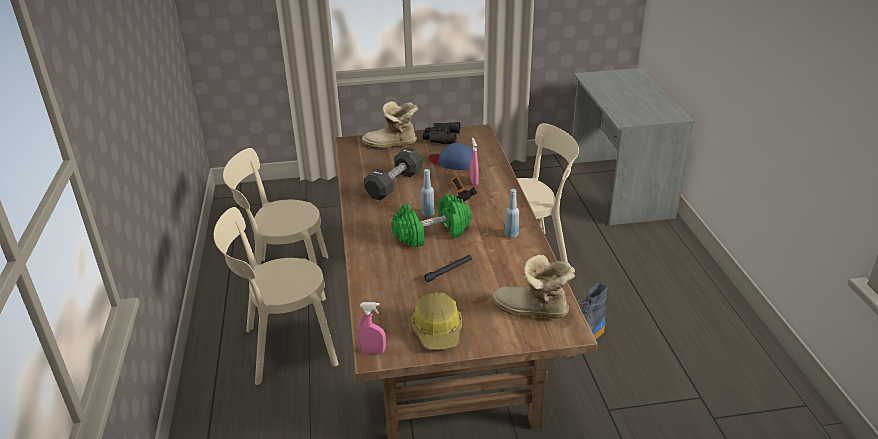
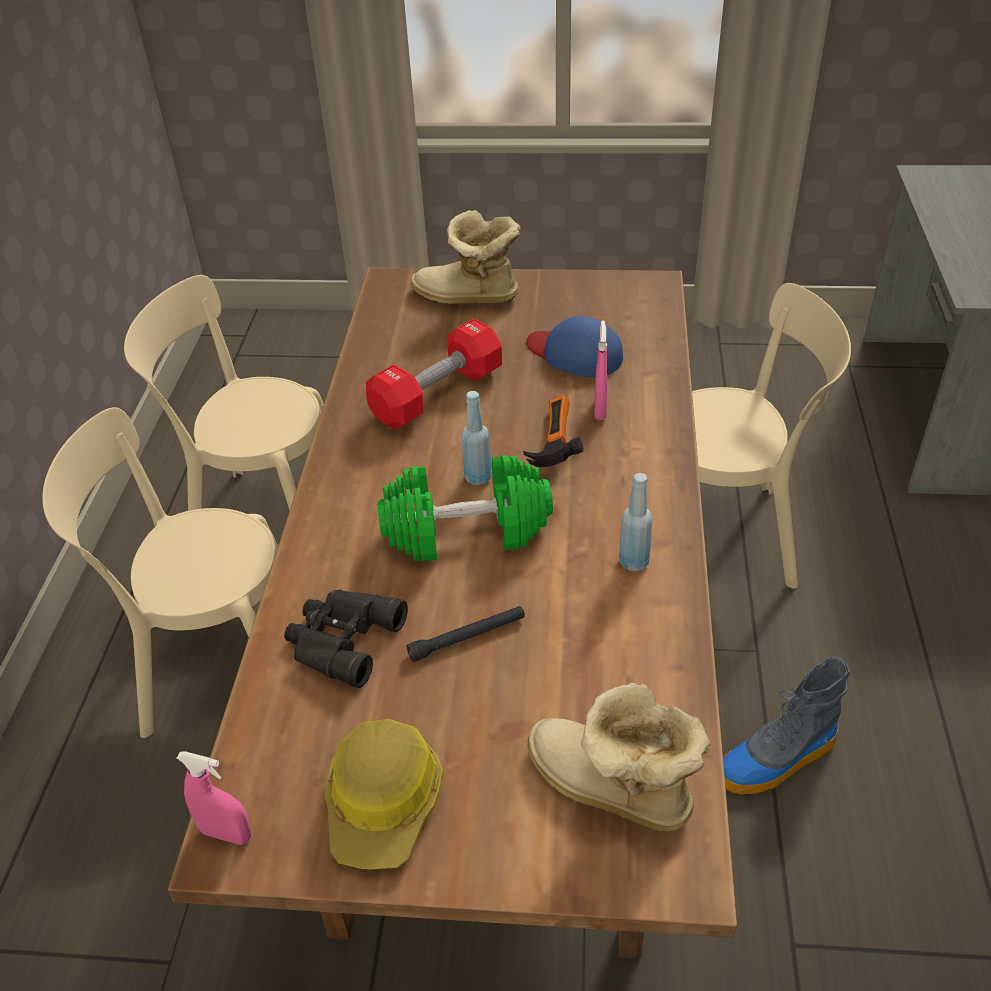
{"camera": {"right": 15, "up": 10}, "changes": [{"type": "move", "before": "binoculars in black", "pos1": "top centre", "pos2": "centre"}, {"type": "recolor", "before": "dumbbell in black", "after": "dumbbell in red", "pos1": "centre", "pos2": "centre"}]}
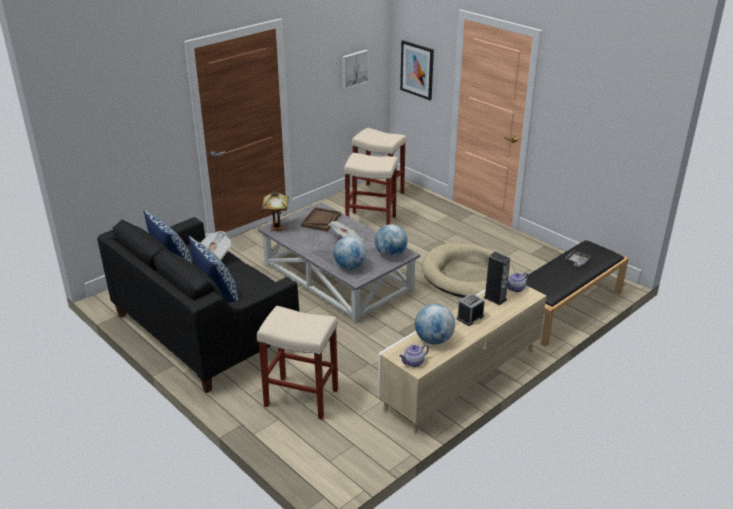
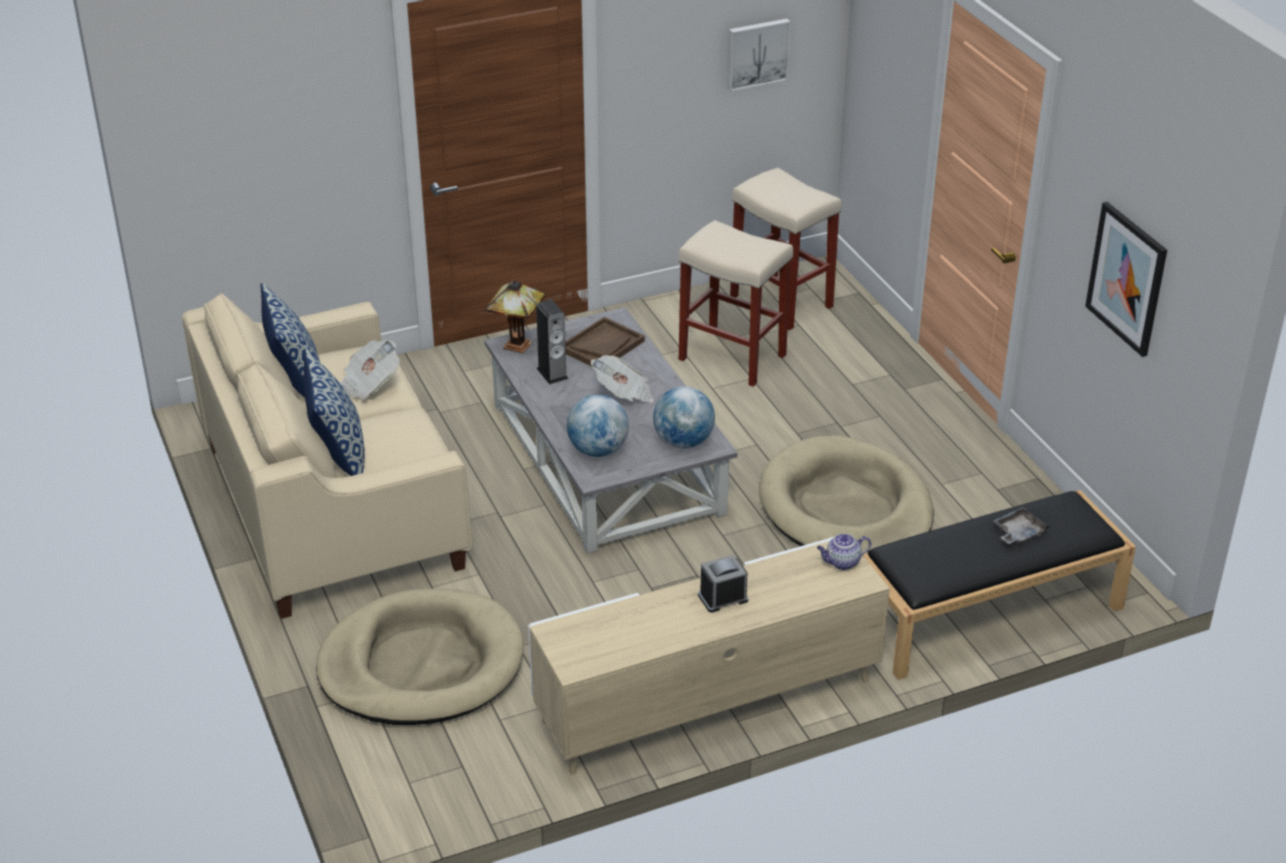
{"camera": {"right": 20, "up": 5}, "changes": [{"type": "recolor", "before": "sofa in black", "after": "sofa in beige", "pos1": "middle left", "pos2": "middle left"}, {"type": "replace", "before": "stool in beige (1st from left)", "after": "dog bed in beige (1st from left)", "pos1": "bottom centre", "pos2": "bottom left"}, {"type": "move", "before": "speaker", "pos1": "middle right", "pos2": "centre"}, {"type": "move", "before": "picture (2nd from left)", "pos1": "top centre", "pos2": "top right"}, {"type": "delete", "before": "teapot (1st from left)", "pos1": "bottom centre"}, {"type": "delete", "before": "globe (3rd from left)", "pos1": "centre"}]}
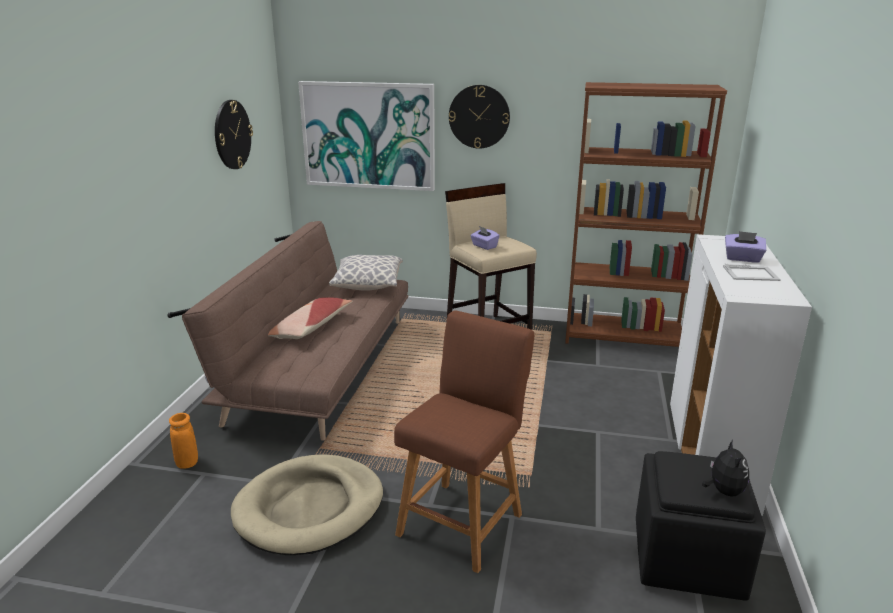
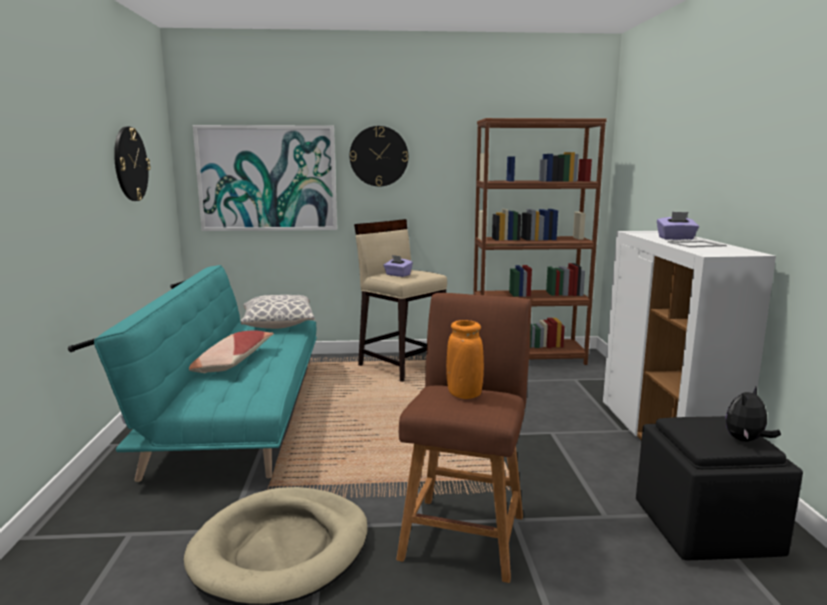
{"camera": {"right": -15, "up": -10}, "changes": [{"type": "recolor", "before": "sofa in brown", "after": "sofa in turquoise", "pos1": "middle left", "pos2": "middle left"}, {"type": "move", "before": "vase in orange", "pos1": "bottom left", "pos2": "centre"}, {"type": "rotate", "before": "plush toy", "pos1": "bottom right", "pos2": "bottom right", "turn": -120}]}
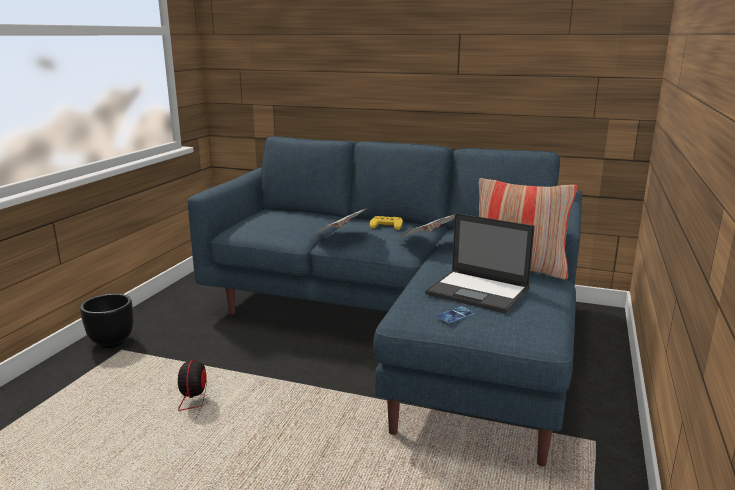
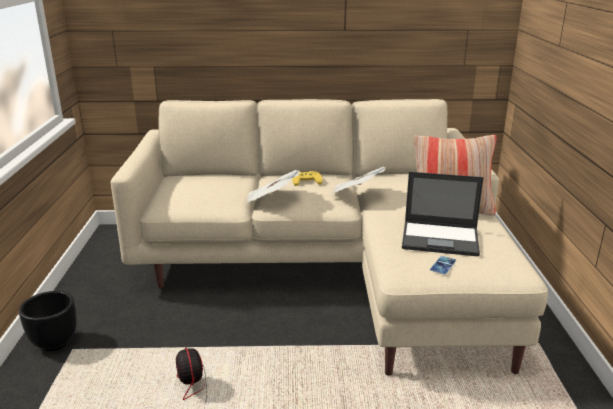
{"camera": {"right": -20, "up": 5}, "changes": [{"type": "recolor", "before": "sofa in blue", "after": "sofa in beige", "pos1": "centre", "pos2": "centre"}]}
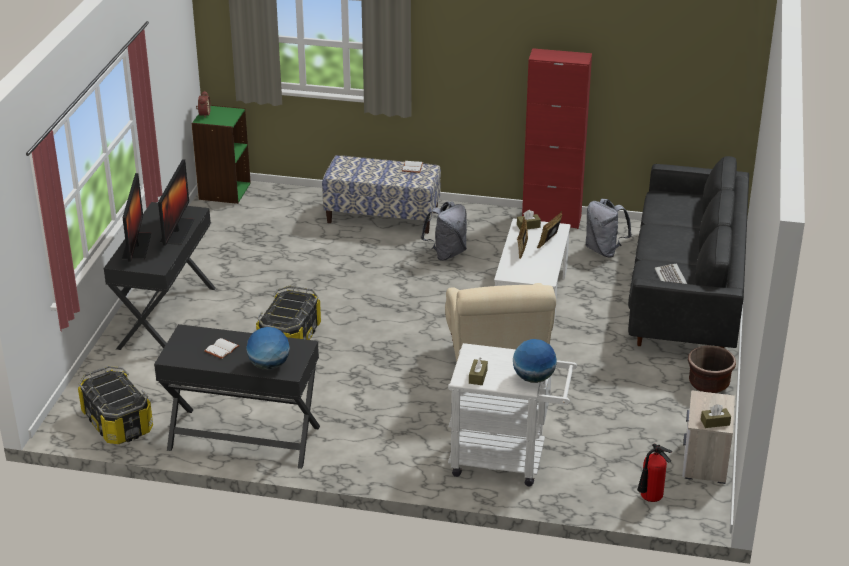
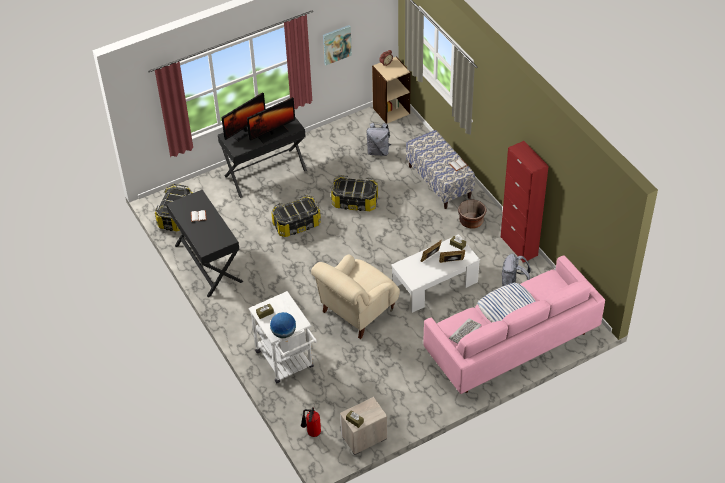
{"camera": {"right": 50, "up": 15}, "changes": [{"type": "insert", "after": "picture", "pos2": "top centre"}, {"type": "insert", "after": "storage box (3rd from left)", "pos2": "centre"}, {"type": "move", "before": "backpack in grey (1st from left)", "pos1": "centre", "pos2": "top centre"}, {"type": "recolor", "before": "bookcase in green", "after": "bookcase in beige", "pos1": "top left", "pos2": "top centre"}, {"type": "recolor", "before": "sofa in black", "after": "sofa in pink", "pos1": "middle right", "pos2": "bottom right"}, {"type": "move", "before": "planter in brown", "pos1": "middle right", "pos2": "centre"}, {"type": "insert", "after": "pillow", "pos2": "middle right"}, {"type": "delete", "before": "globe (1st from left)", "pos1": "middle left"}]}
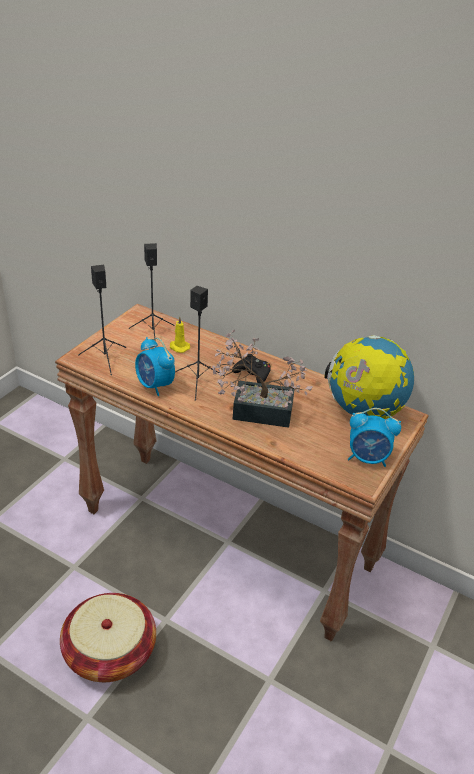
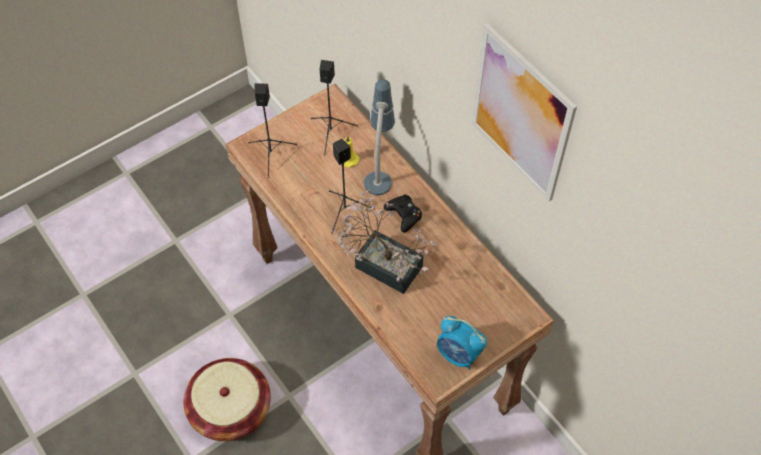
{"camera": {"right": 25, "up": 20}, "changes": [{"type": "insert", "after": "table lamp", "pos2": "top centre"}, {"type": "insert", "after": "picture", "pos2": "top right"}, {"type": "delete", "before": "alarm clock (1st from left)", "pos1": "middle left"}, {"type": "delete", "before": "globe", "pos1": "middle right"}]}
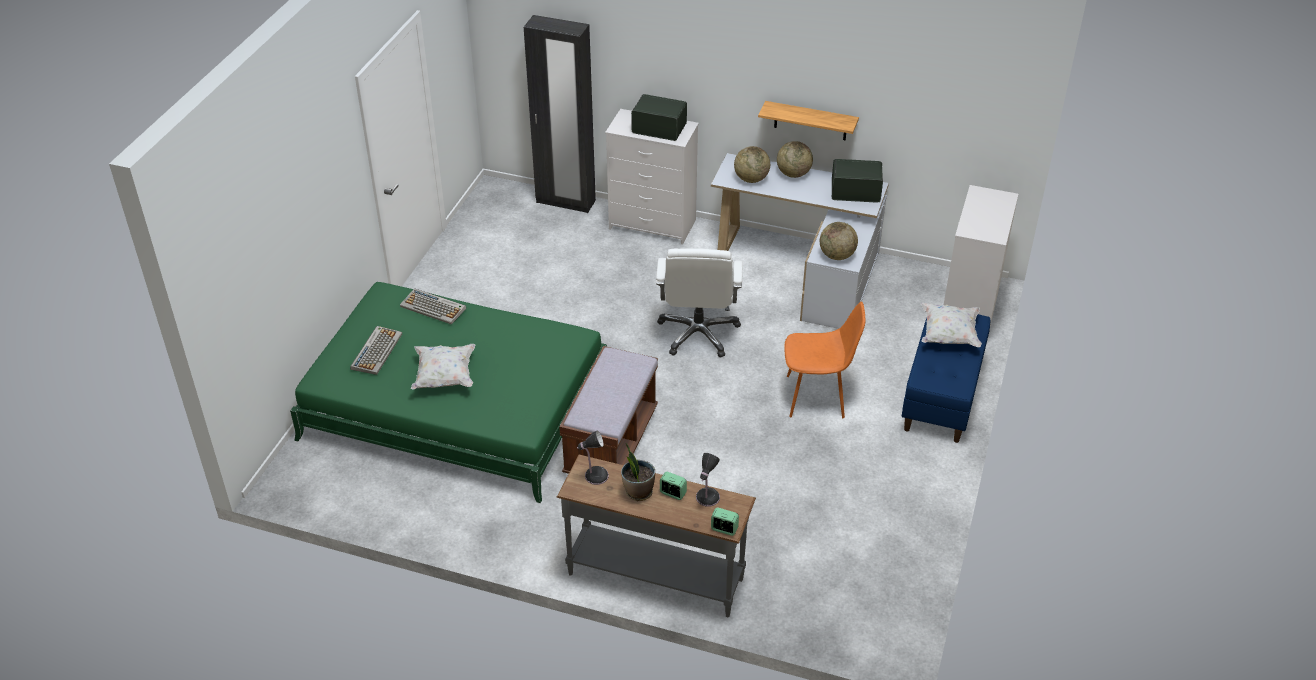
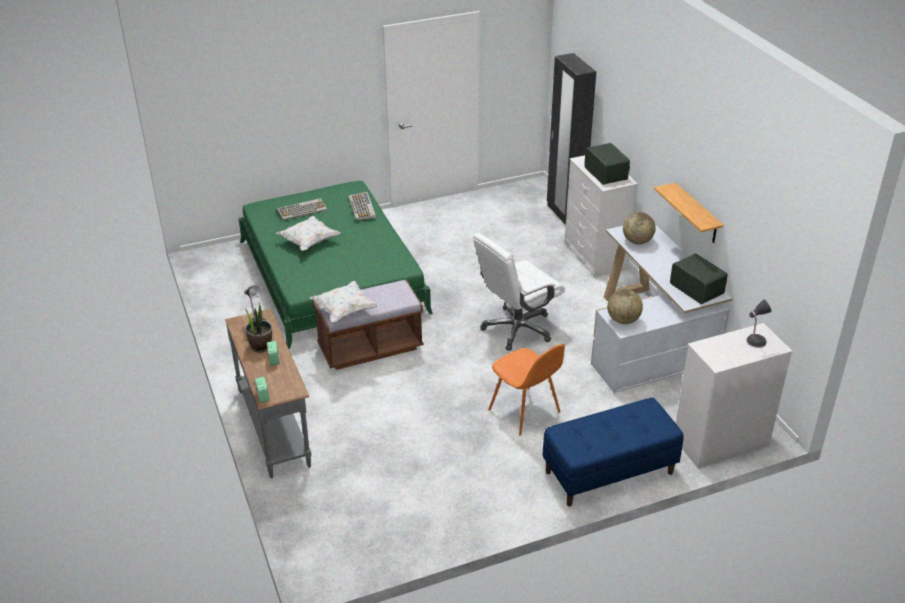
{"camera": {"right": 50, "up": -5}, "changes": [{"type": "move", "before": "pillow in white (2nd from left)", "pos1": "middle right", "pos2": "centre"}, {"type": "move", "before": "table lamp (2nd from left)", "pos1": "bottom centre", "pos2": "middle right"}, {"type": "delete", "before": "globe (2nd from left)", "pos1": "top centre"}]}
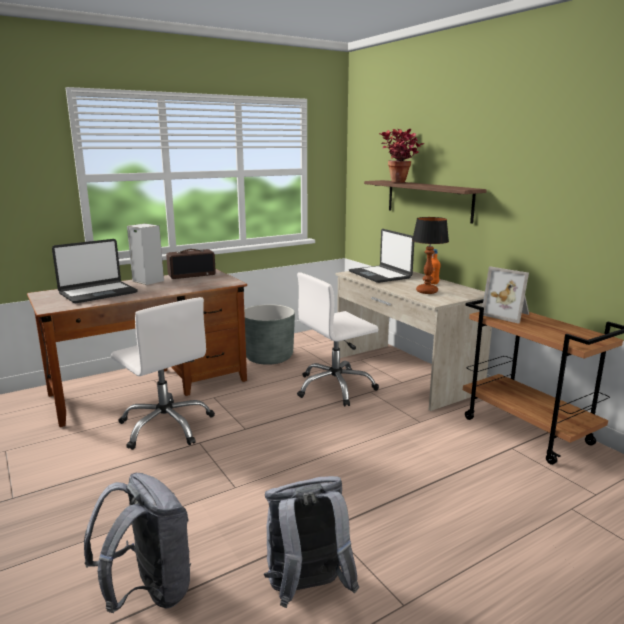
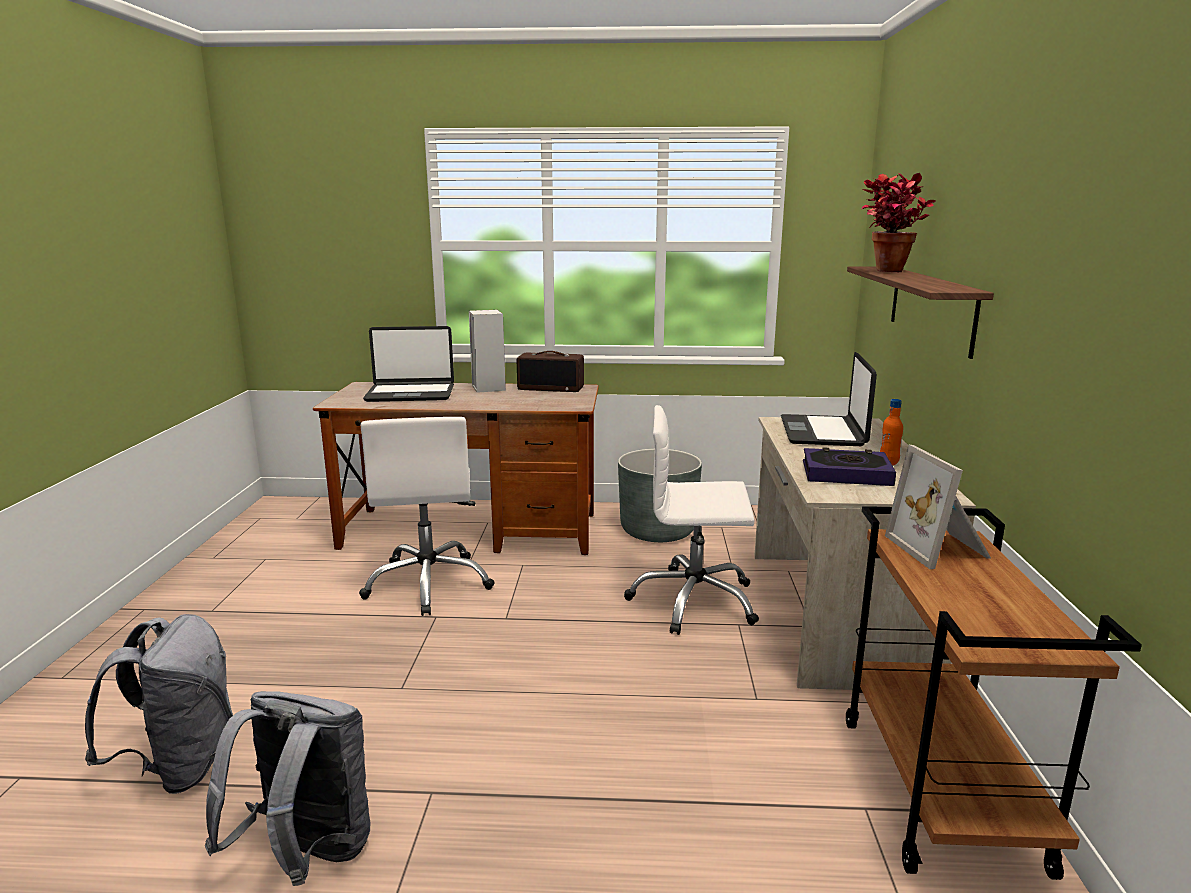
{"camera": {"right": 35, "up": 0}, "changes": [{"type": "replace", "before": "table lamp", "after": "book", "pos1": "middle right", "pos2": "middle right"}]}
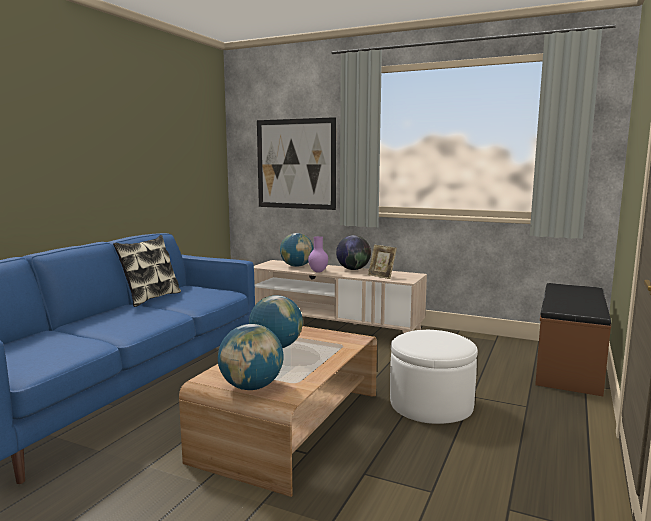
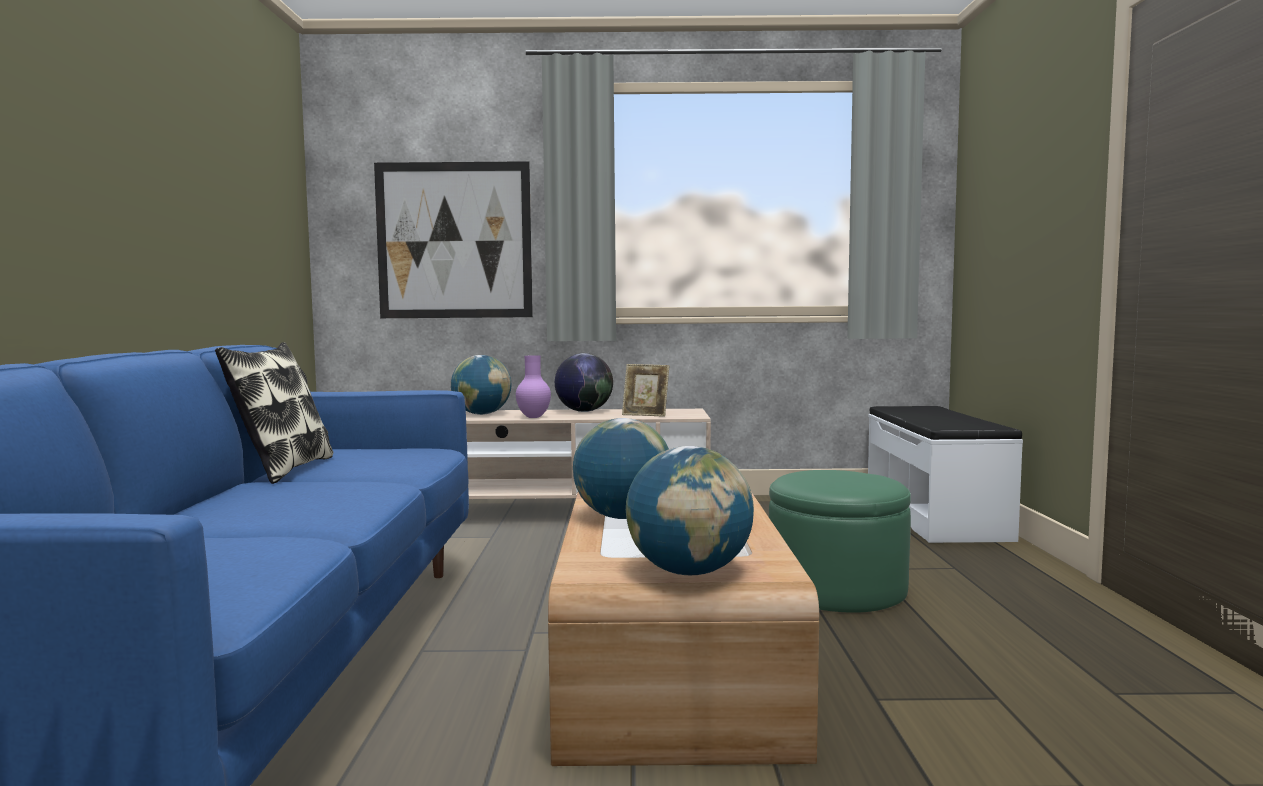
{"camera": {"right": -25, "up": -5}, "changes": [{"type": "recolor", "before": "ottoman in white", "after": "ottoman in green", "pos1": "bottom right", "pos2": "bottom centre"}, {"type": "recolor", "before": "bench in brown", "after": "bench in white", "pos1": "middle right", "pos2": "middle right"}]}
